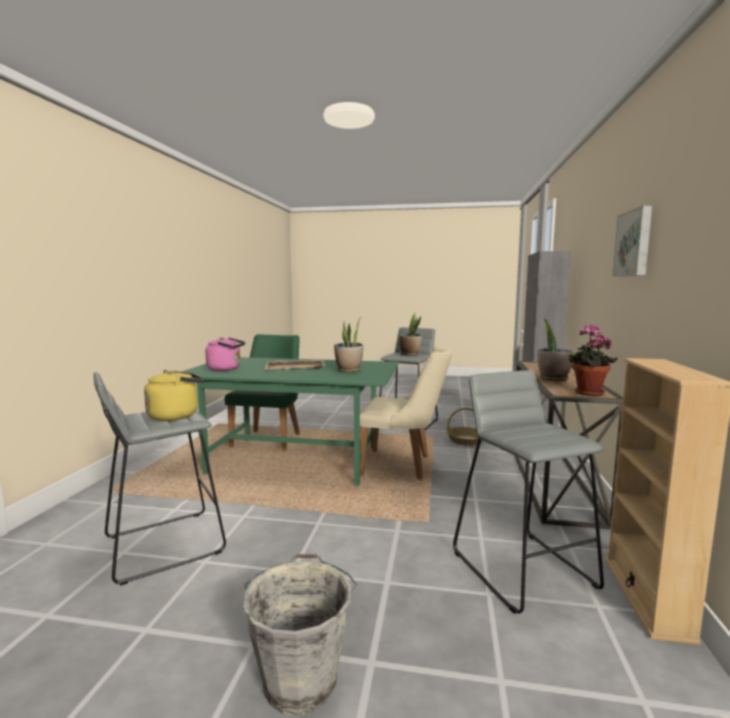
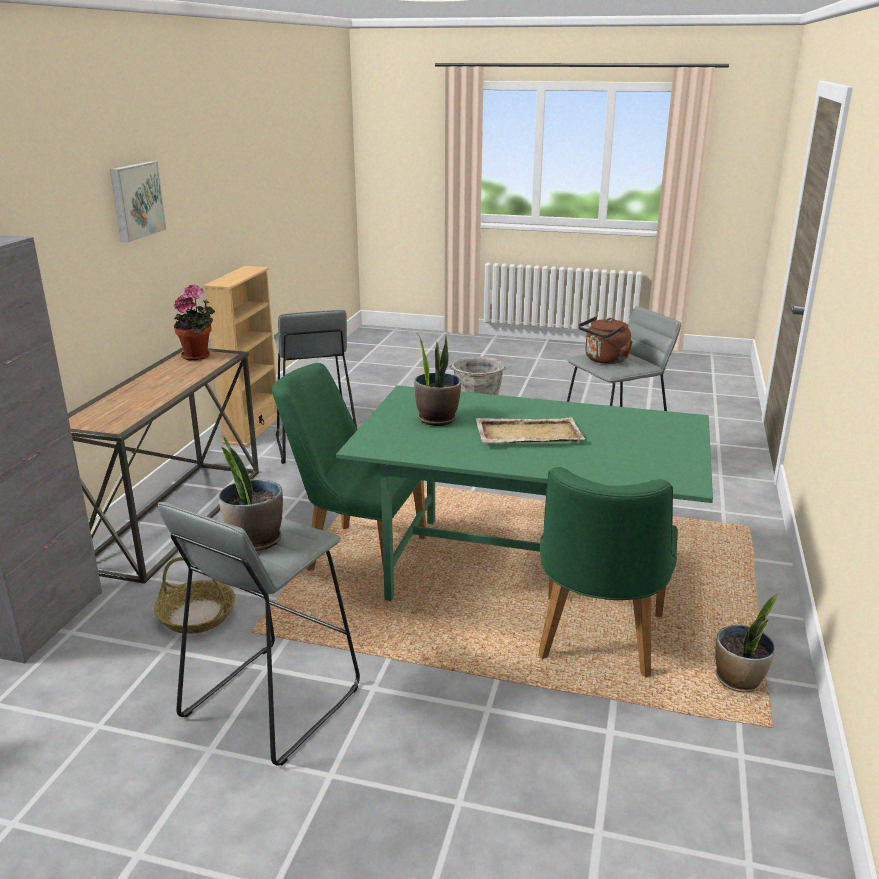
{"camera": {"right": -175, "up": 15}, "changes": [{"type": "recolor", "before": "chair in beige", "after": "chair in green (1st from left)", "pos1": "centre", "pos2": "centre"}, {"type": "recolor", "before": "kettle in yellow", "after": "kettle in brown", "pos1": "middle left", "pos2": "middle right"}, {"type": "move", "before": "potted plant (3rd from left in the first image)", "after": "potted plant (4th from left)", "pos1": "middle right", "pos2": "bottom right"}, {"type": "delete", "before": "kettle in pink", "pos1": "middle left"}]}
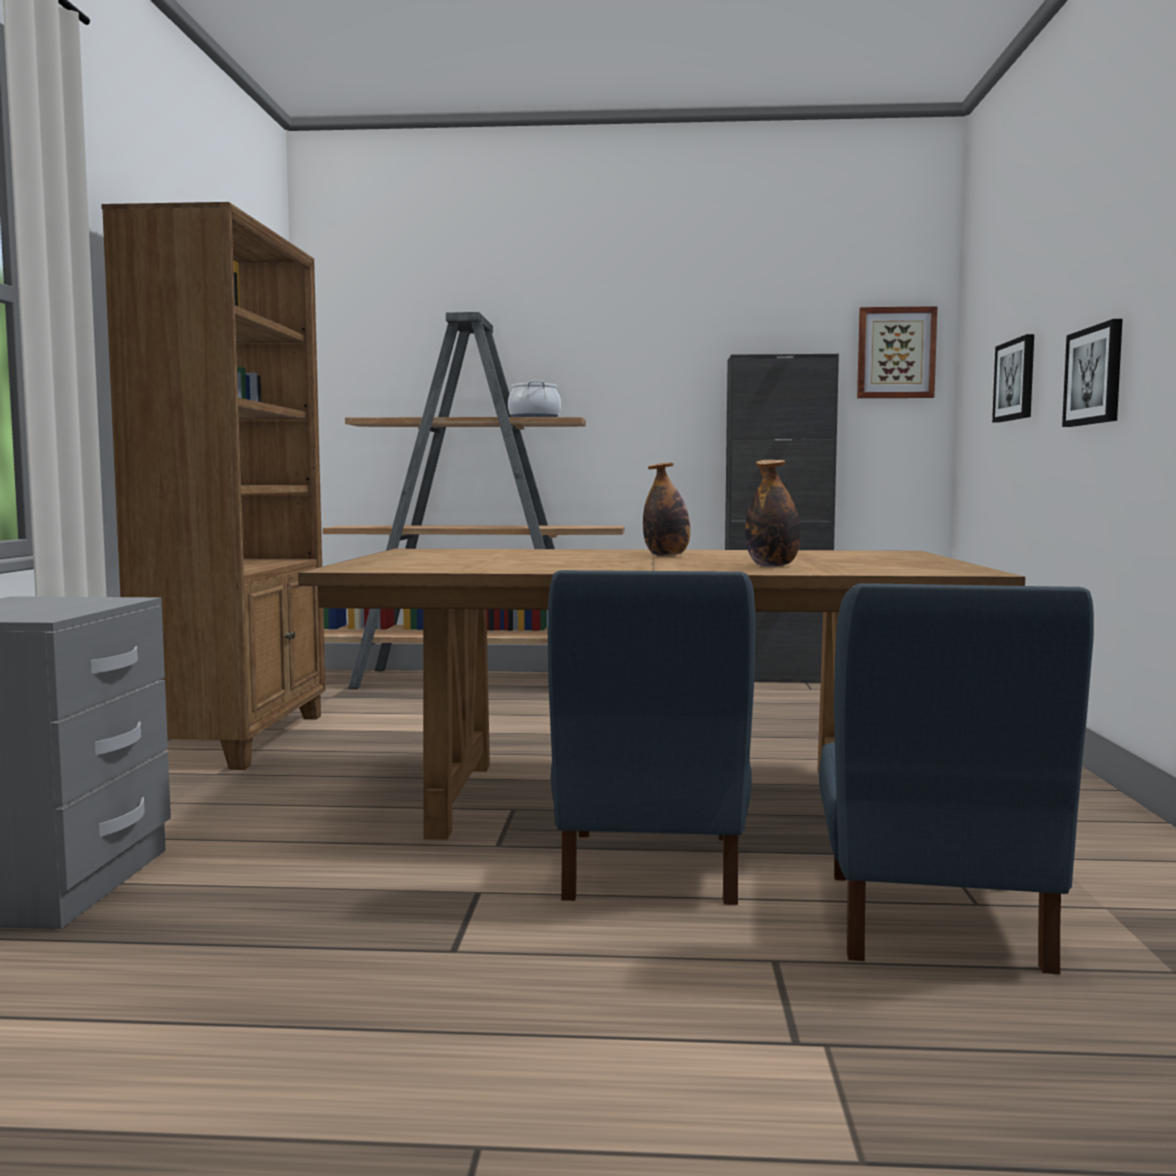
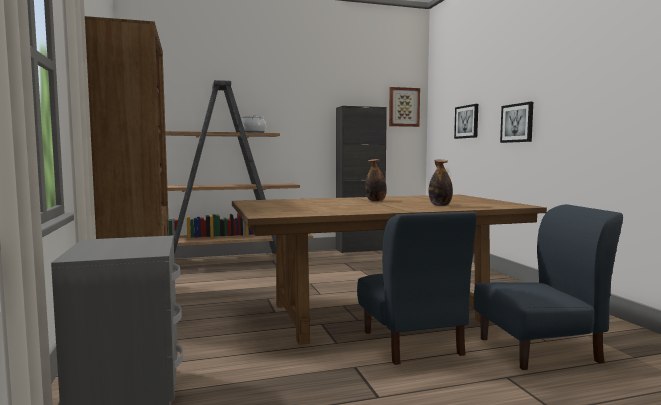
{"camera": {"right": -20, "up": 0}, "changes": [{"type": "rotate", "before": "chair in blue (2nd from left)", "pos1": "middle right", "pos2": "bottom right", "turn": -90}]}
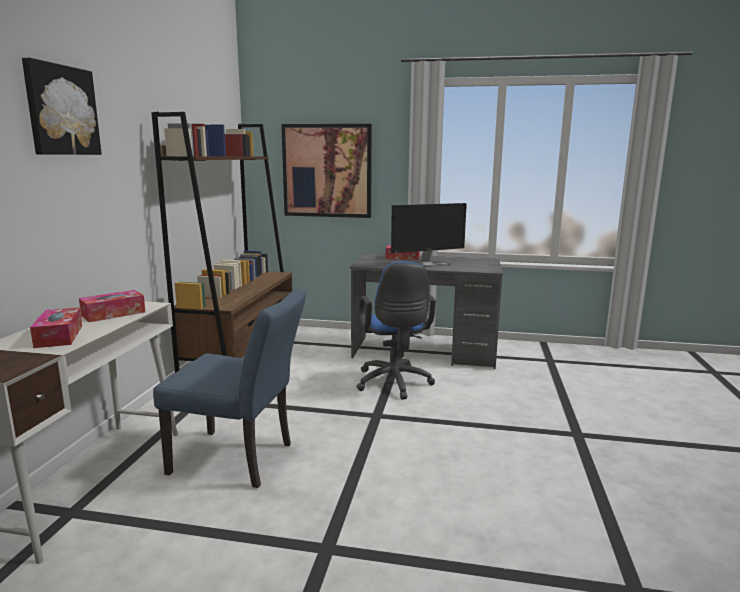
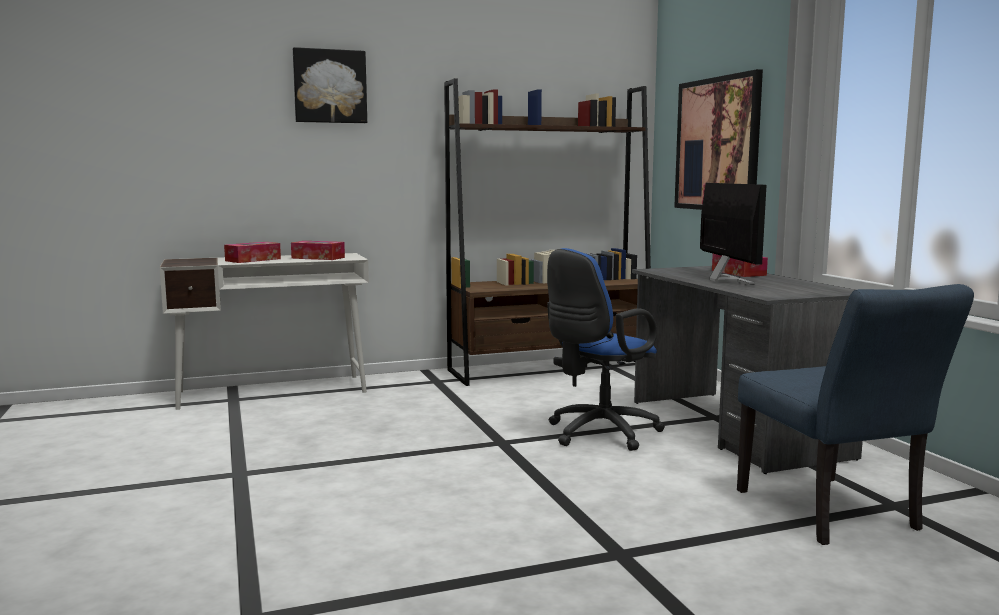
{"camera": {"right": 60, "up": -5}, "changes": [{"type": "rotate", "before": "monitor", "pos1": "centre", "pos2": "middle right", "turn": -135}, {"type": "move", "before": "chair in blue", "pos1": "middle left", "pos2": "bottom right"}]}
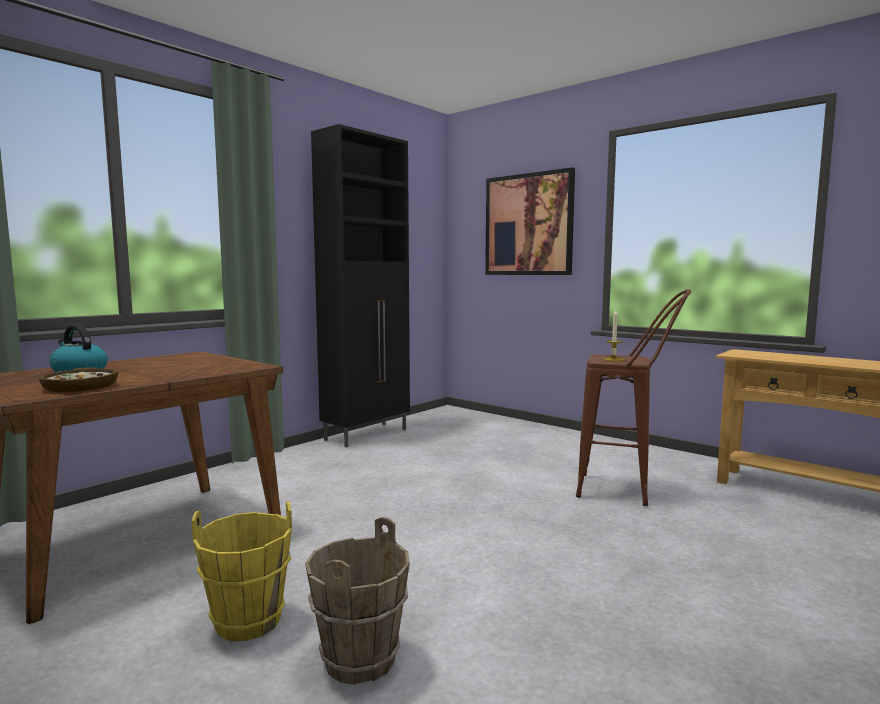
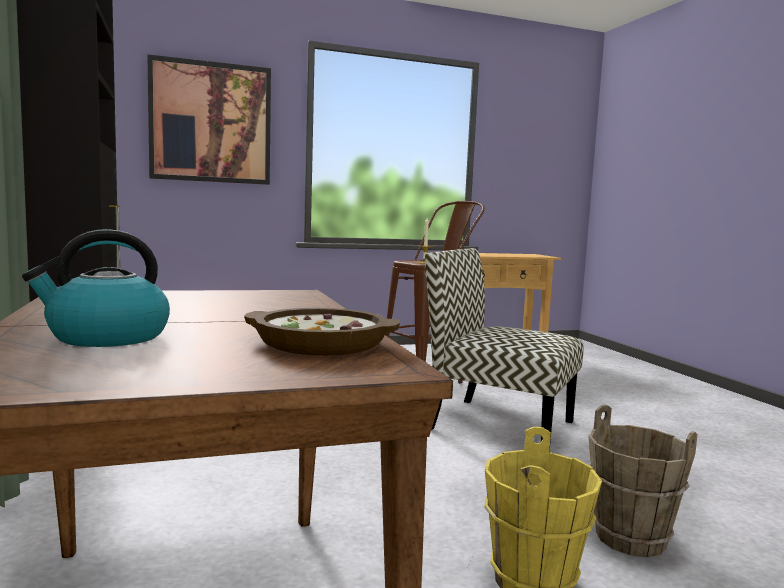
{"camera": {"right": -60, "up": 0}, "changes": [{"type": "insert", "after": "chair", "pos2": "centre"}]}
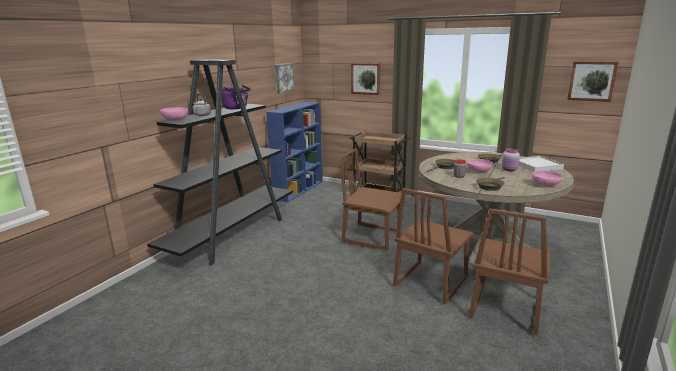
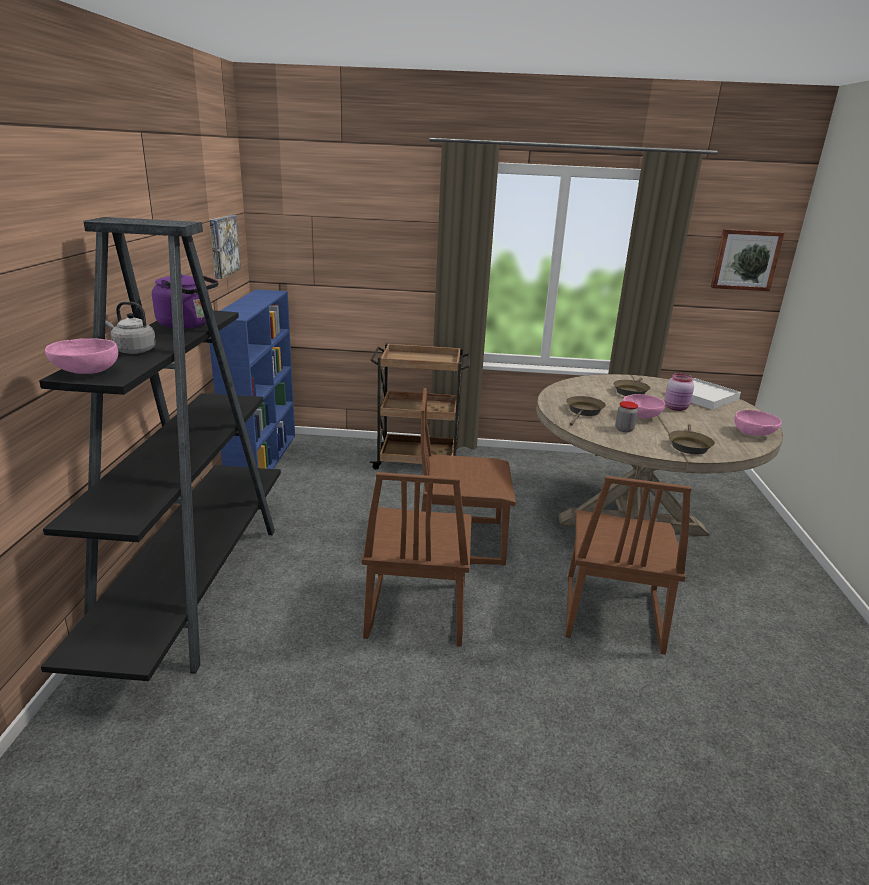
{"camera": {"right": -25, "up": 5}, "changes": [{"type": "move", "before": "chair in brown (3rd from left in the first image)", "after": "chair in brown (1st from left)", "pos1": "bottom right", "pos2": "centre"}, {"type": "delete", "before": "picture (2nd from left)", "pos1": "top centre"}]}
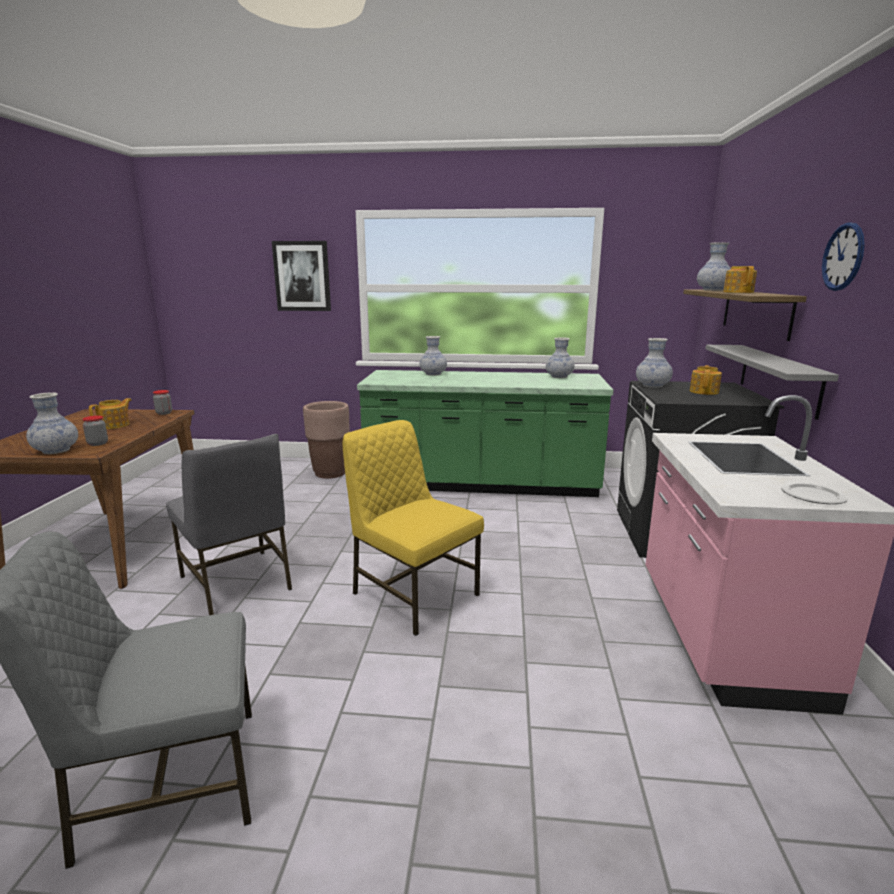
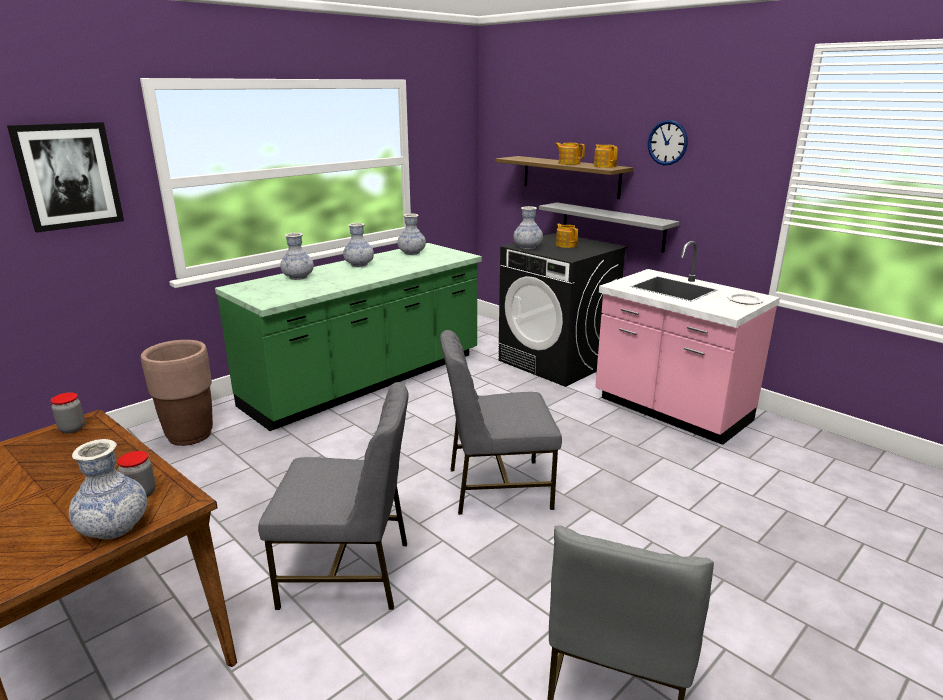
{"camera": {"right": -50, "up": 5}, "changes": [{"type": "move", "before": "vase (5th from left in the first image)", "after": "vase (3rd from left)", "pos1": "top right", "pos2": "centre"}, {"type": "recolor", "before": "chair in yellow", "after": "chair in grey (2nd from left)", "pos1": "centre", "pos2": "centre"}, {"type": "move", "before": "teapot (1st from left in the first image)", "after": "teapot (3rd from left)", "pos1": "middle left", "pos2": "top centre"}]}
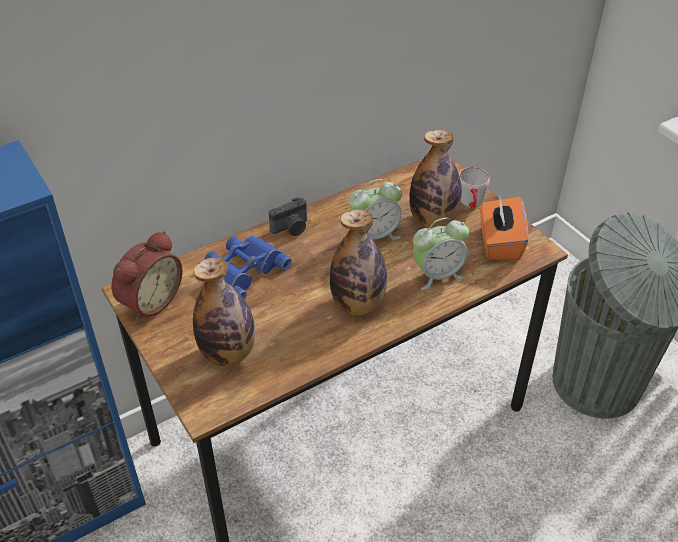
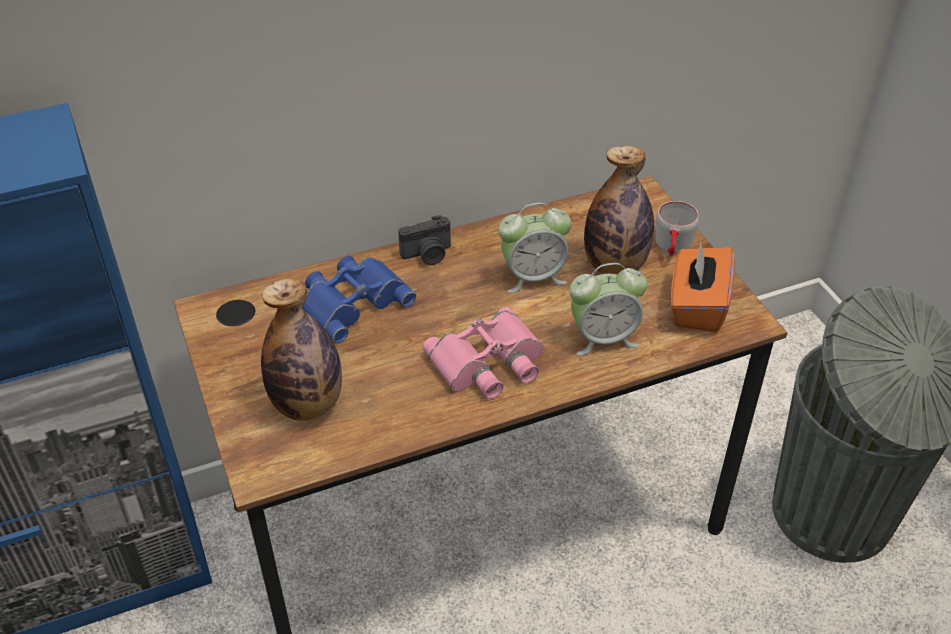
{"camera": {"right": 10, "up": 0}, "changes": [{"type": "replace", "before": "bottle (2nd from left)", "after": "binoculars in pink", "pos1": "centre", "pos2": "centre"}, {"type": "delete", "before": "alarm clock (1st from left)", "pos1": "middle left"}]}
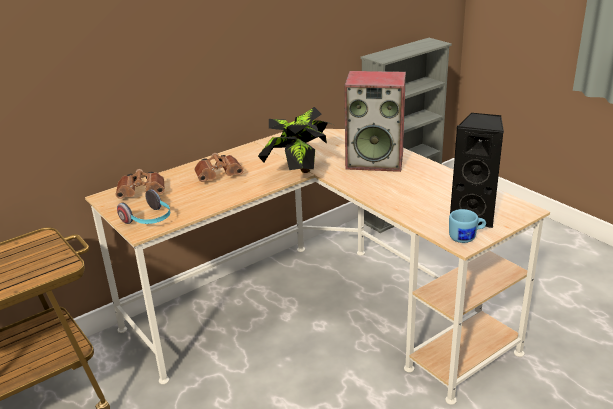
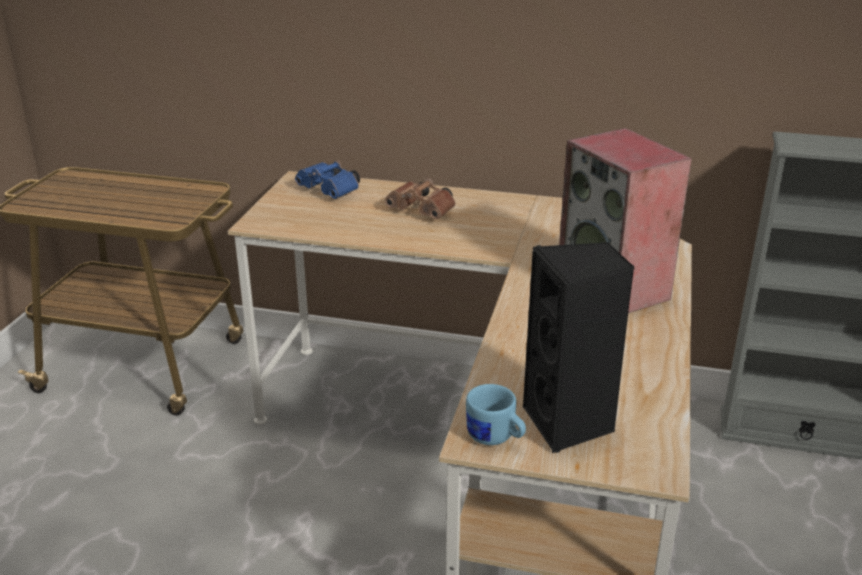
{"camera": {"right": 50, "up": 0}, "changes": [{"type": "recolor", "before": "binoculars in brown (1st from left)", "after": "binoculars in blue", "pos1": "middle left", "pos2": "top centre"}, {"type": "delete", "before": "headphones", "pos1": "middle left"}, {"type": "delete", "before": "potted plant", "pos1": "centre"}]}
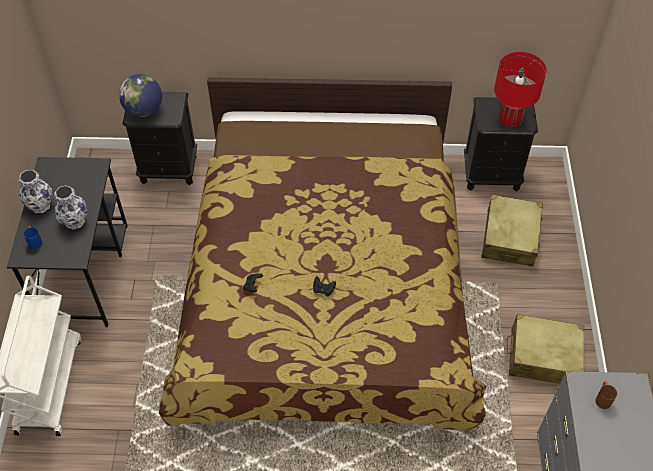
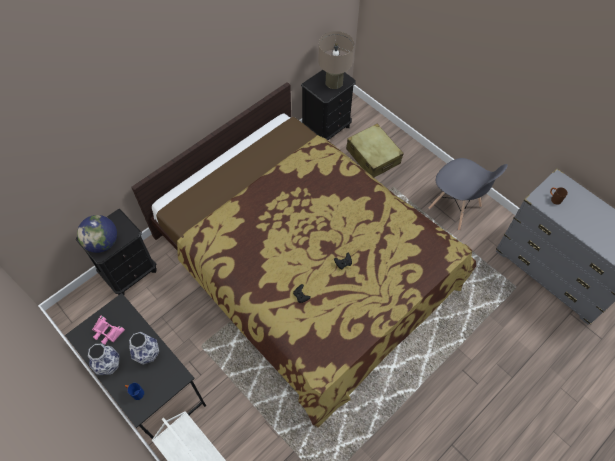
{"camera": {"right": -45, "up": 5}, "changes": [{"type": "insert", "after": "binoculars in pink", "pos2": "bottom left"}, {"type": "recolor", "before": "table lamp in red", "after": "table lamp in beige", "pos1": "top right", "pos2": "top centre"}, {"type": "replace", "before": "suitcase in beige (2nd from left)", "after": "chair in grey", "pos1": "bottom right", "pos2": "middle right"}]}
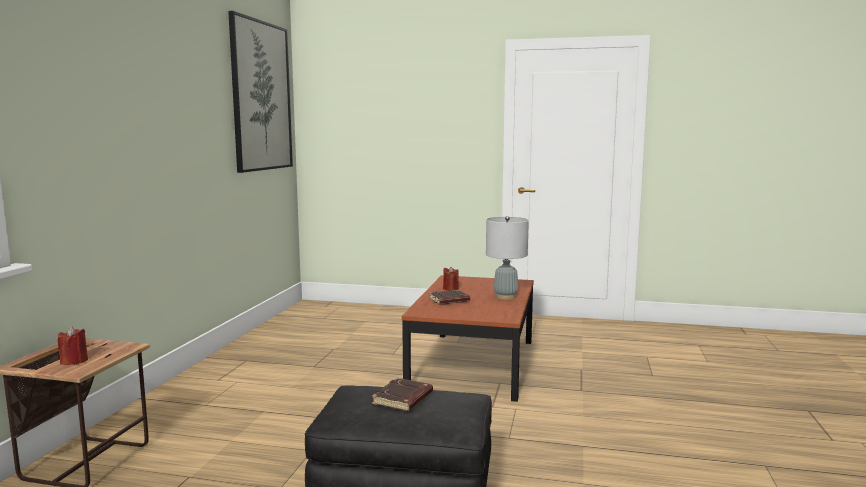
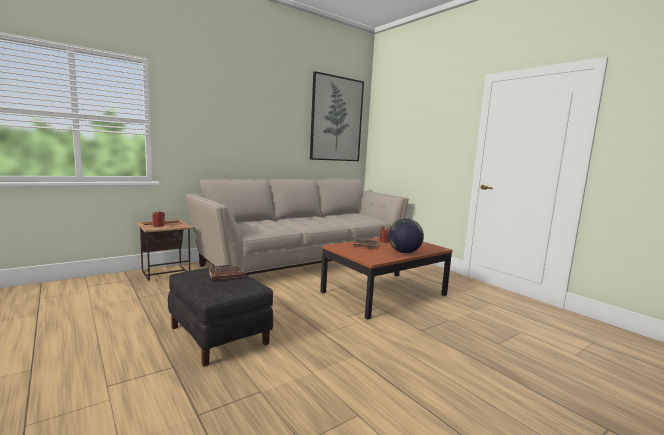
{"camera": {"right": 40, "up": 0}, "changes": [{"type": "insert", "after": "sofa in beige", "pos2": "centre"}, {"type": "replace", "before": "table lamp in grey", "after": "globe", "pos1": "centre", "pos2": "centre"}]}
